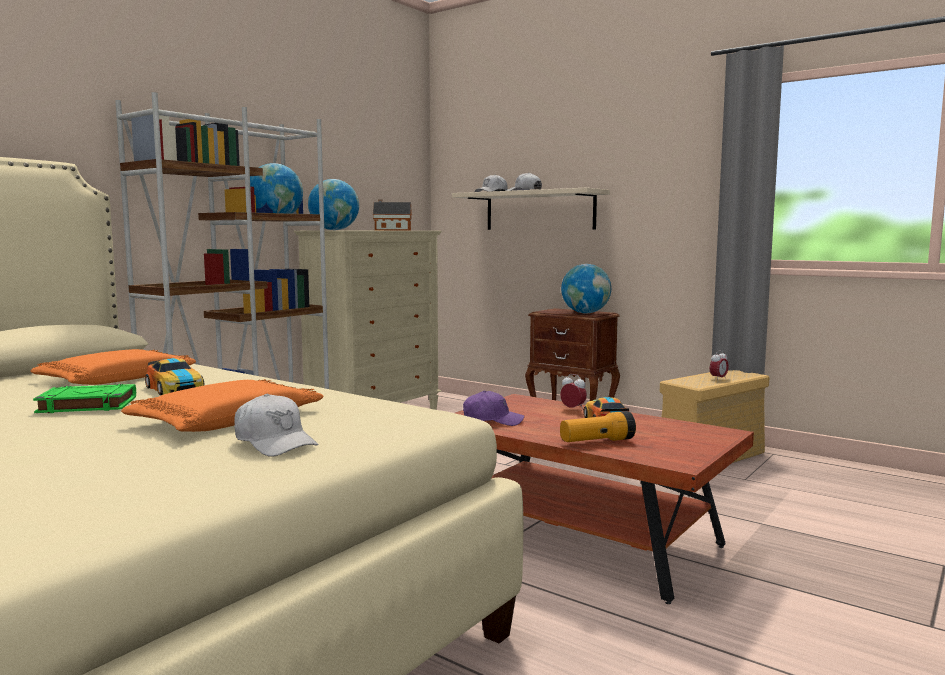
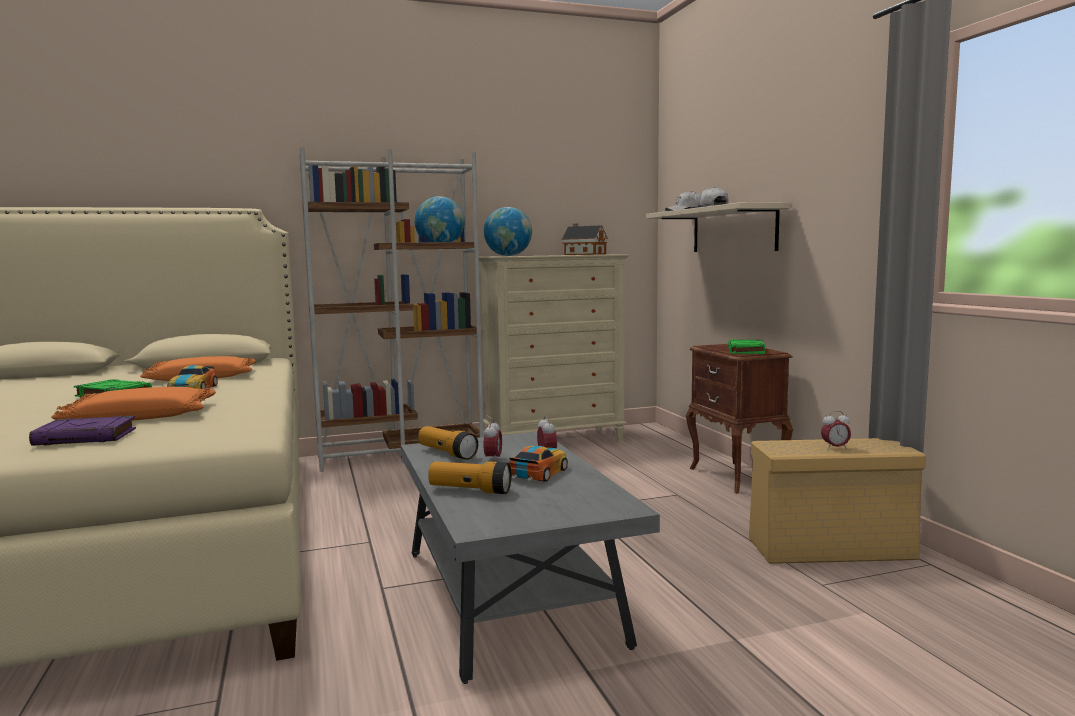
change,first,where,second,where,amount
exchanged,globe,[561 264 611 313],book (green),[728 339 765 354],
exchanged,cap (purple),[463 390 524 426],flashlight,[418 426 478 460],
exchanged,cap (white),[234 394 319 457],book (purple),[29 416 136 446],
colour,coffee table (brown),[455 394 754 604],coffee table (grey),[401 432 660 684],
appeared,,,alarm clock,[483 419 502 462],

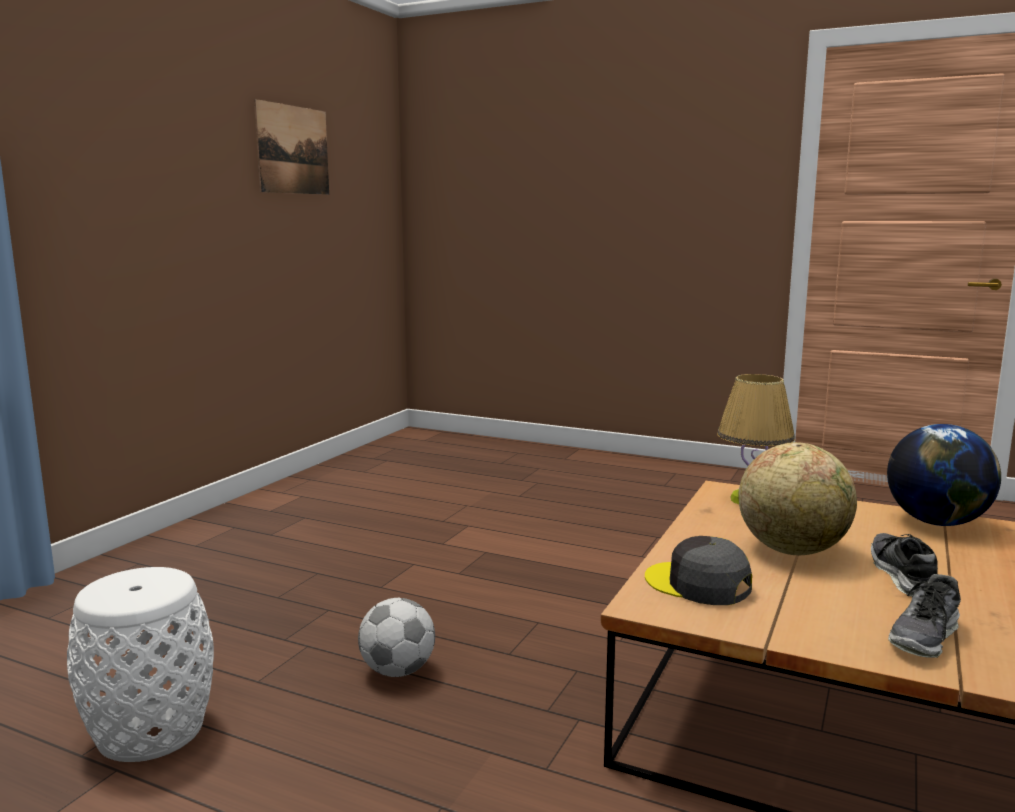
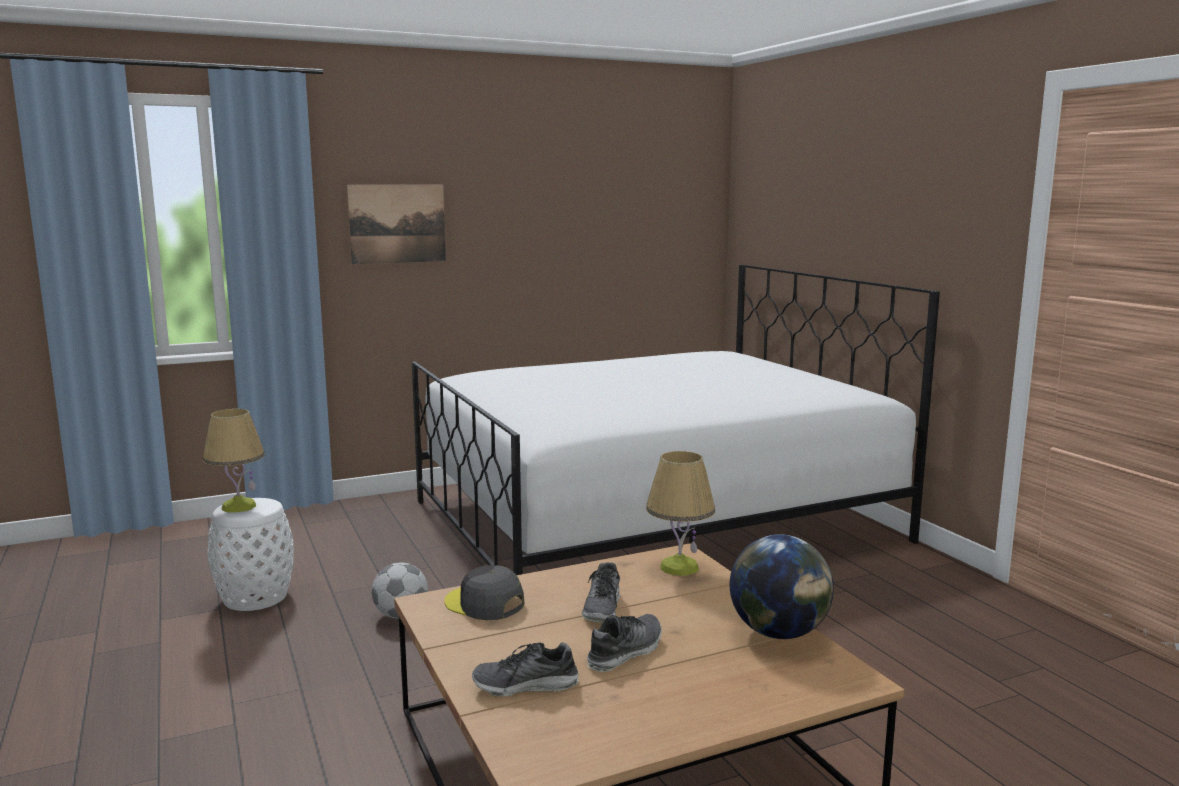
change,first,where,second,where,amount
relocated,picture,[254 99 329 195],,[347 185 446 264],
exchanged,globe,[738 442 857 555],shoe,[582 562 620 623],
spun,cap (grey),[645 536 752 605],,[444 565 525 620],45 degrees counterclockwise
appeared,,,bed (white),[412 265 940 575],
appeared,,,table lamp,[203 409 265 513],

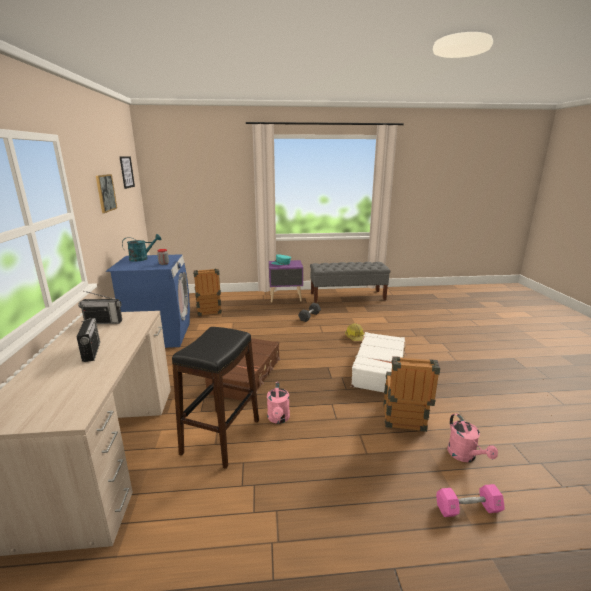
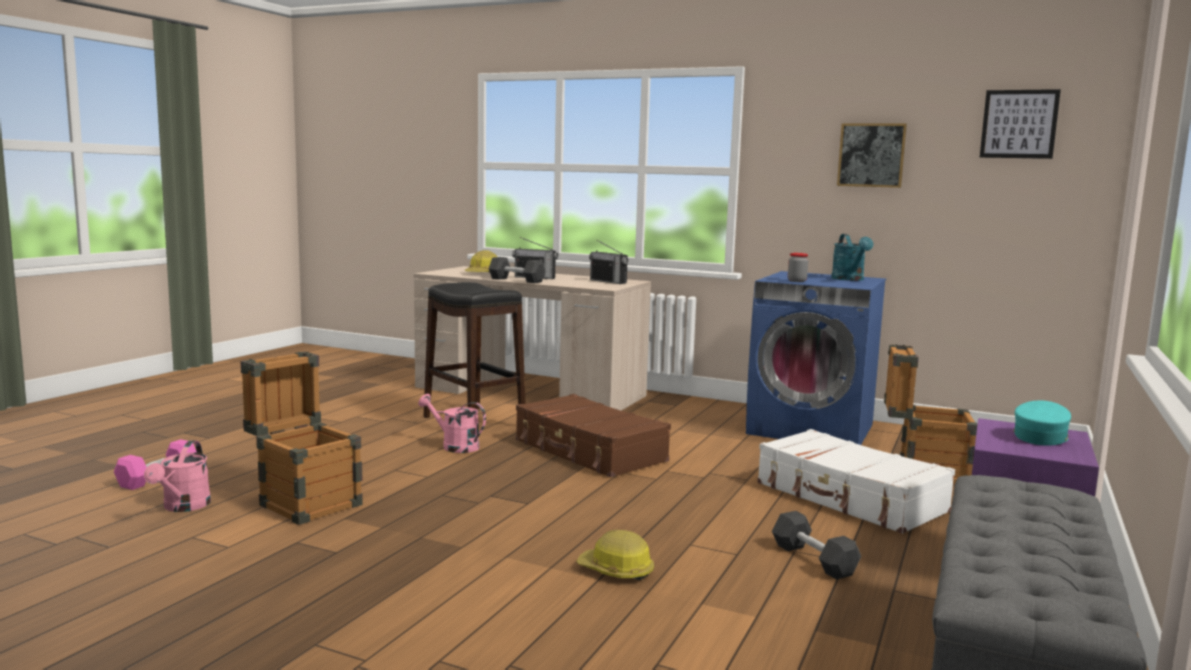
change,first,where,second,where,amount
spun,radio,[78 291 122 324],,[589 240 628 284],75 degrees counterclockwise
relocated,suitcase (white),[351 332 407 392],,[757 429 955 534],
spun,watering can (pink),[447 413 498 462],,[144 440 211 512],105 degrees counterclockwise
appeared,,,hard hat,[465 250 497 272],
appeared,,,dumbbell (black),[489 257 545 283],

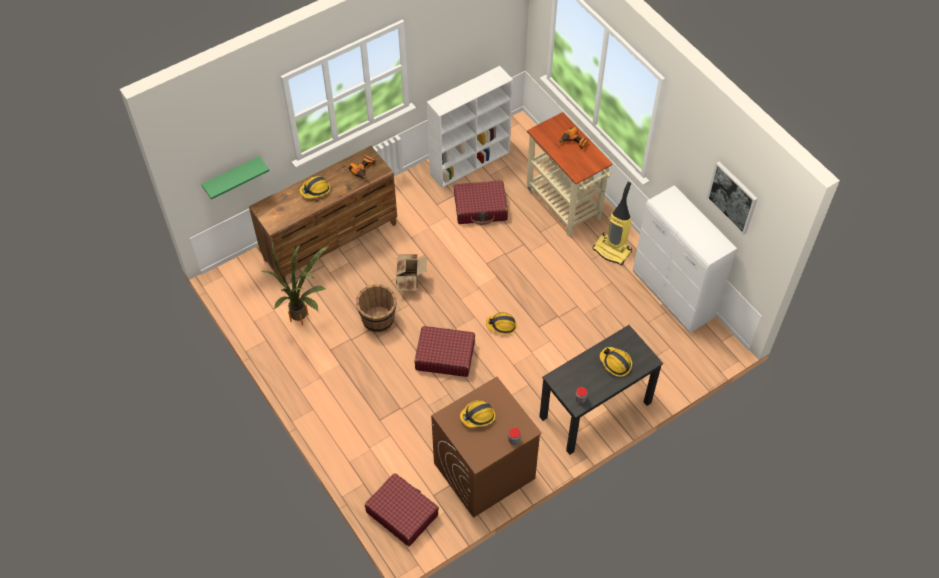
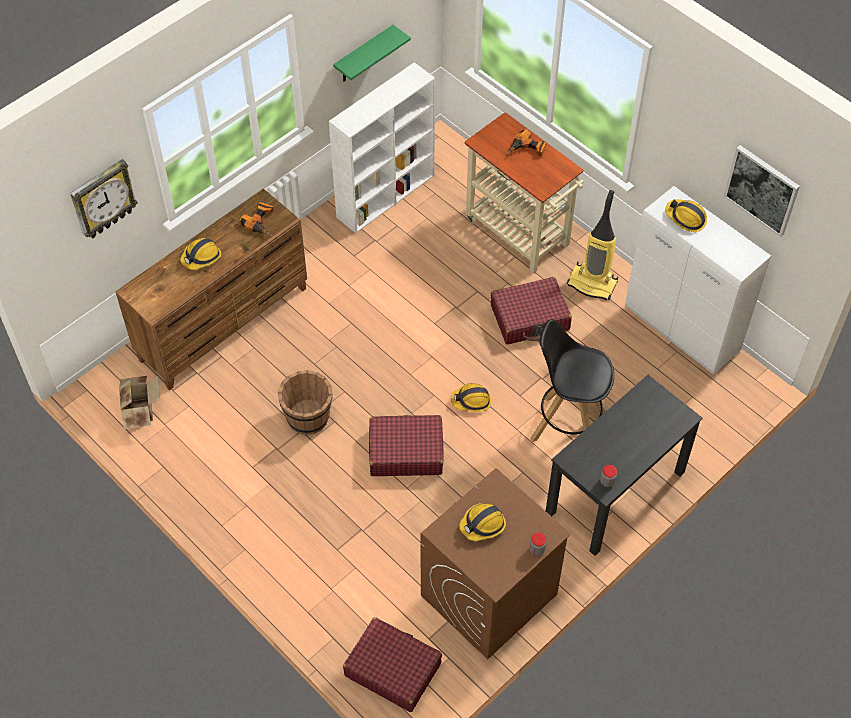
change,first,where,second,where,amount
relocated,shelf (green),[201 156 269 199],,[333 25 411 81],
relocated,suitcase (red),[454 180 508 225],,[491 277 572 344],
missing,potted plant,[262 242 329 326],,,
relocated,cardboard box,[396 255 427 291],,[119 376 160 429],
relocated,hard hat,[600 347 632 377],,[665 199 707 232],
appeared,,,wall clock,[70 159 138 238],
appeared,,,stool (black),[530 319 615 442],

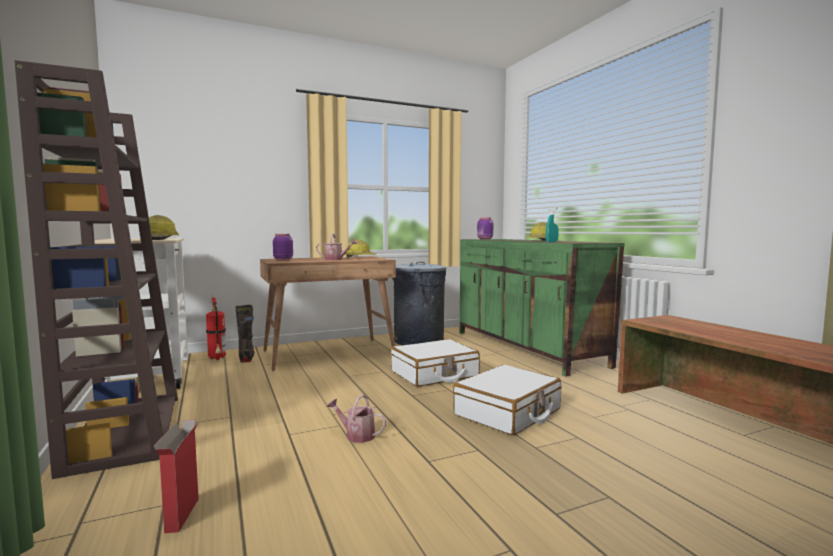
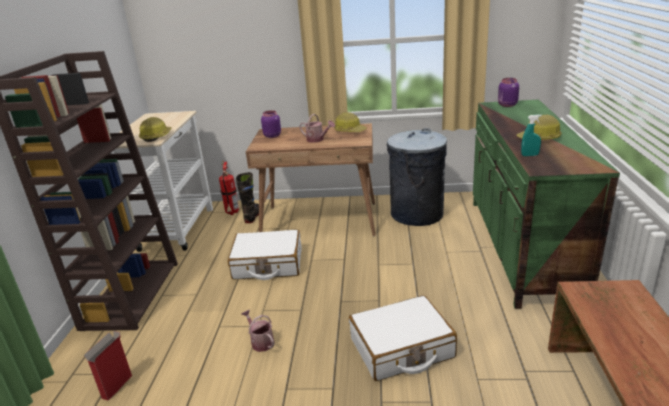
change,first,where,second,where,amount
relocated,suitcase (white),[391 339 480 387],,[228 230 302 280],

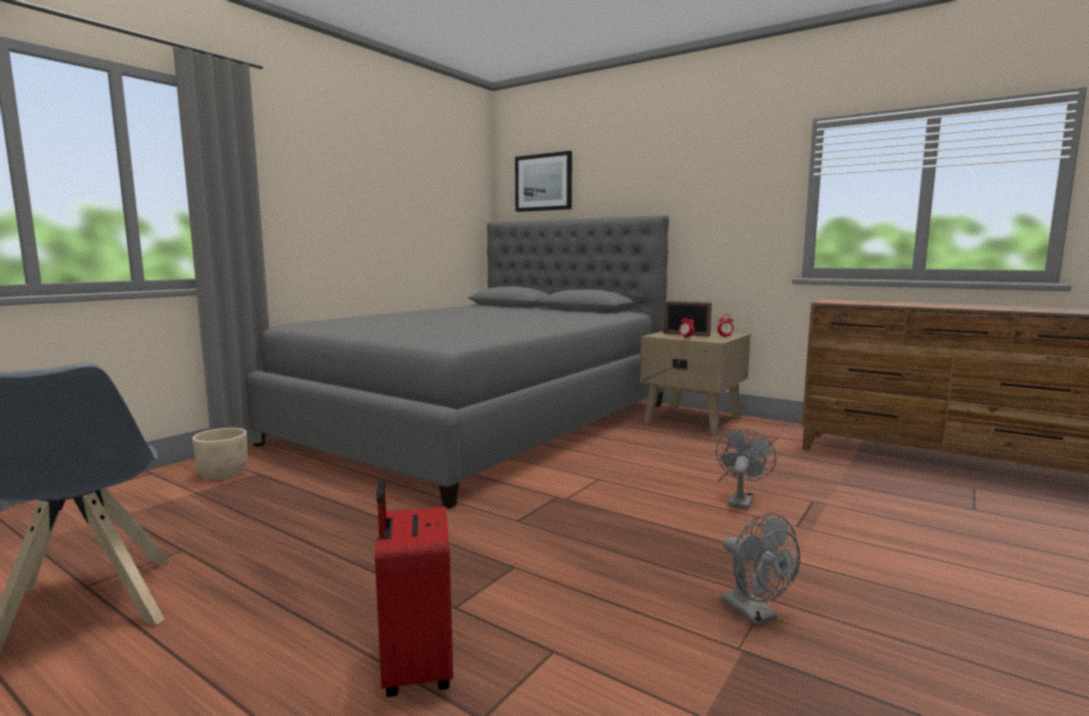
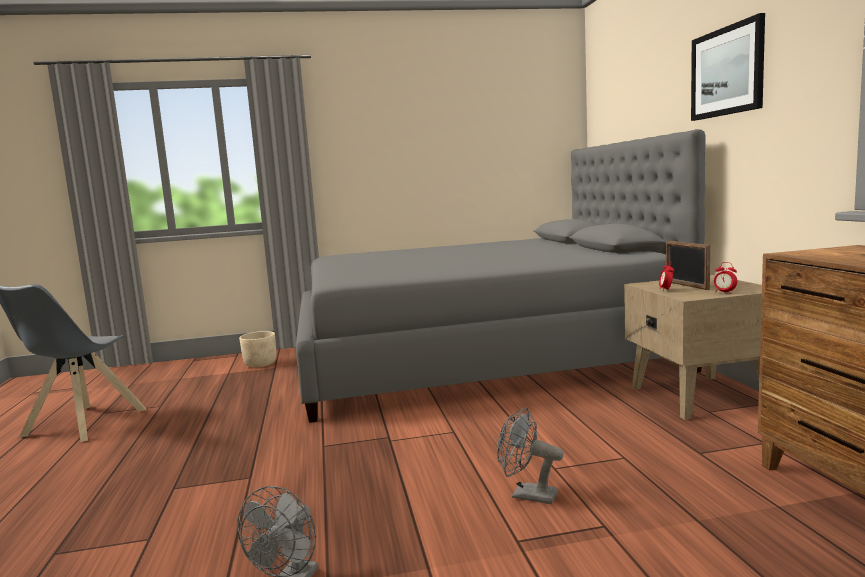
change,first,where,second,where,amount
relocated,picture,[515 151 572 212],,[691 13 765 121],
spun,fan (grey),[716 428 776 510],,[497 407 564 504],135 degrees counterclockwise
missing,suitcase (red),[375 479 453 697],,,

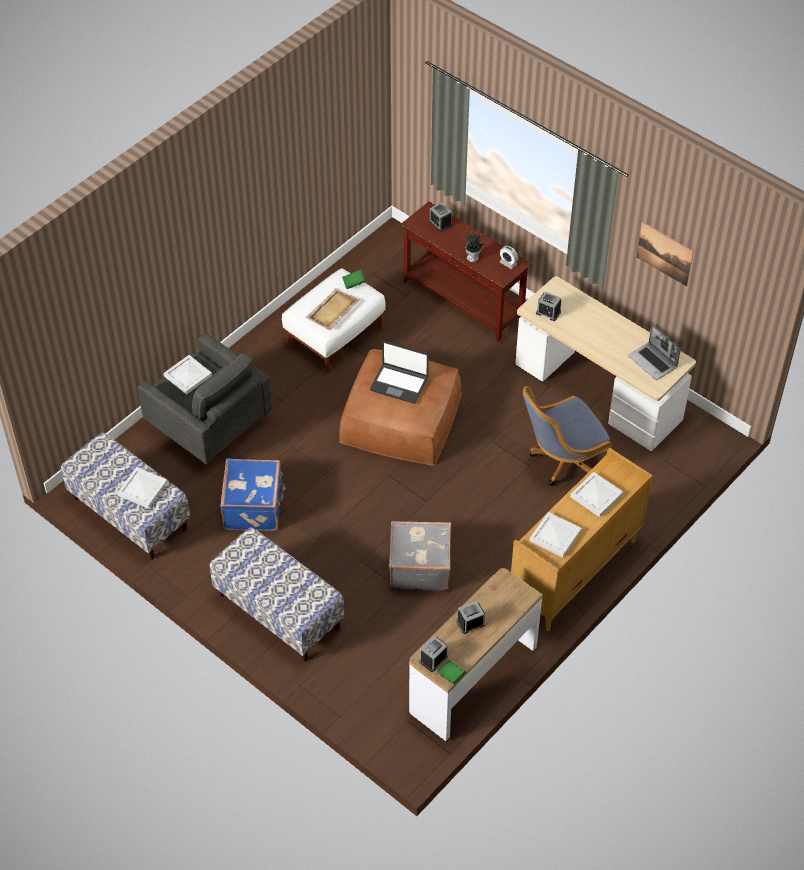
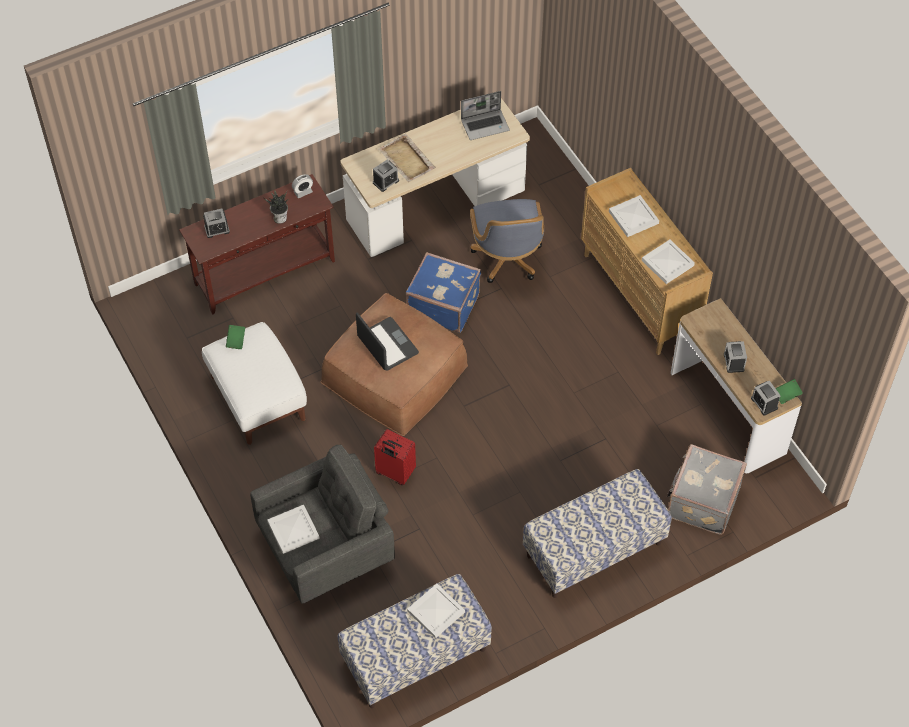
change,first,where,second,where,amount
missing,picture,[637 222 694 287],,,
relocated,tray (beige),[306 288 360 331],,[378 134 436 182],
spun,laptop,[370 341 429 404],,[356 313 419 370],75 degrees counterclockwise
relocated,suitcase (blue),[220 459 286 531],,[406 252 482 333],
relocated,suitcase (grey),[389 521 451 591],,[667 444 747 535],
appeared,,,suitcase (red),[374 429 416 485],

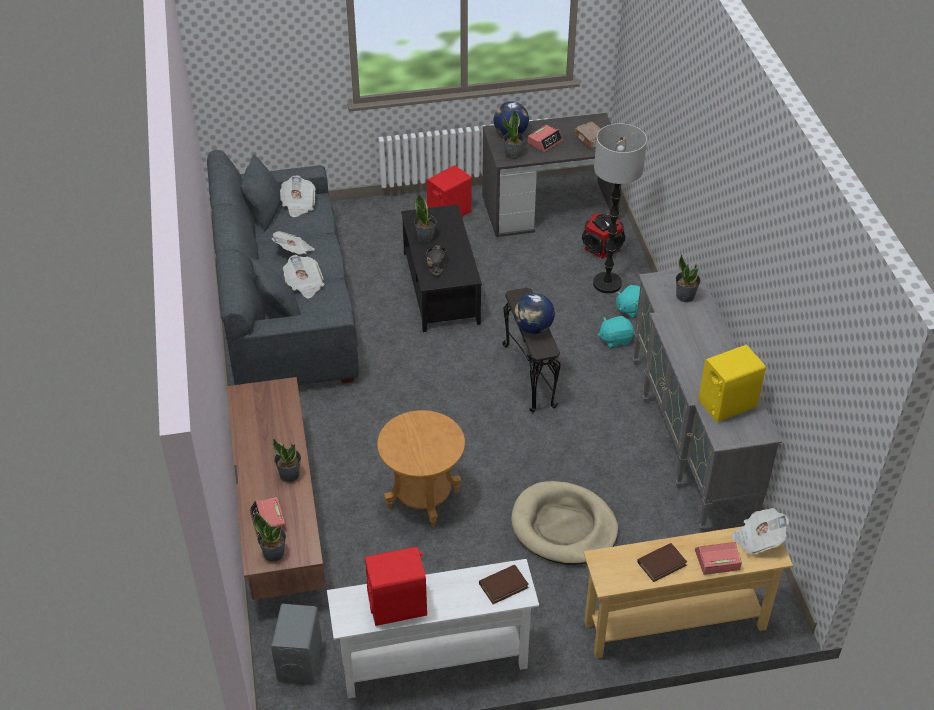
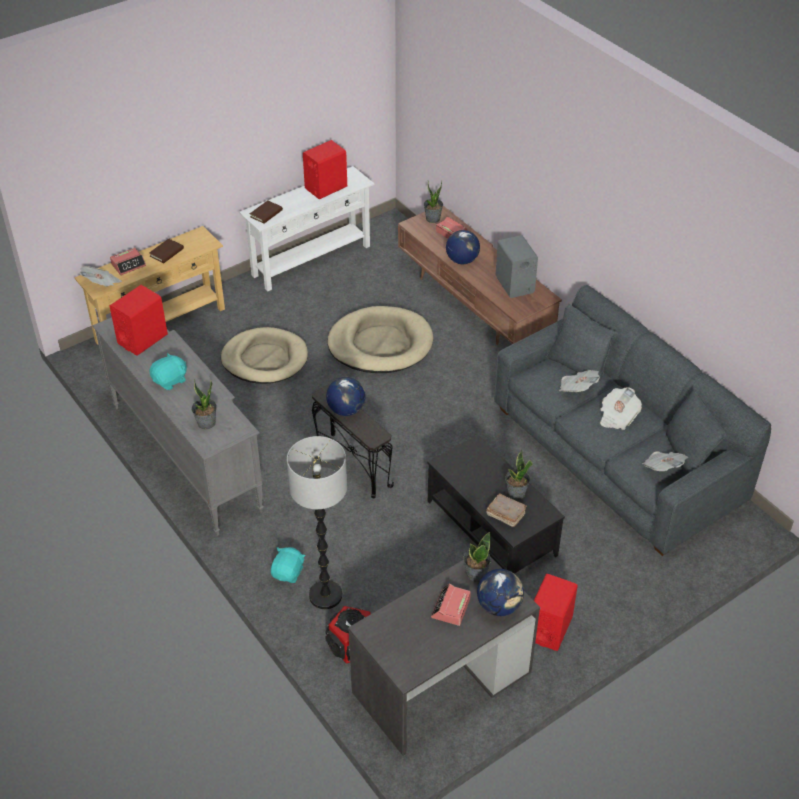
change,first,where,second,where,amount
relocated,book (brown),[575 122 601 149],,[486 493 527 527],
missing,hat (black),[427 245 446 275],,,
relocated,plush toy (turquoise),[598 316 634 348],,[150 352 187 390],
colour,speaker (yellow),[698 345 766 422],speaker (red),[109 285 168 356],
exchanged,side table (brown),[377 410 465 527],dog bed (beige),[328 306 434 373],
exchanged,potted plant,[273 439 301 482],globe,[446 230 480 264],
relocated,speaker (grey),[271 604 322 684],,[495 235 538 298],

